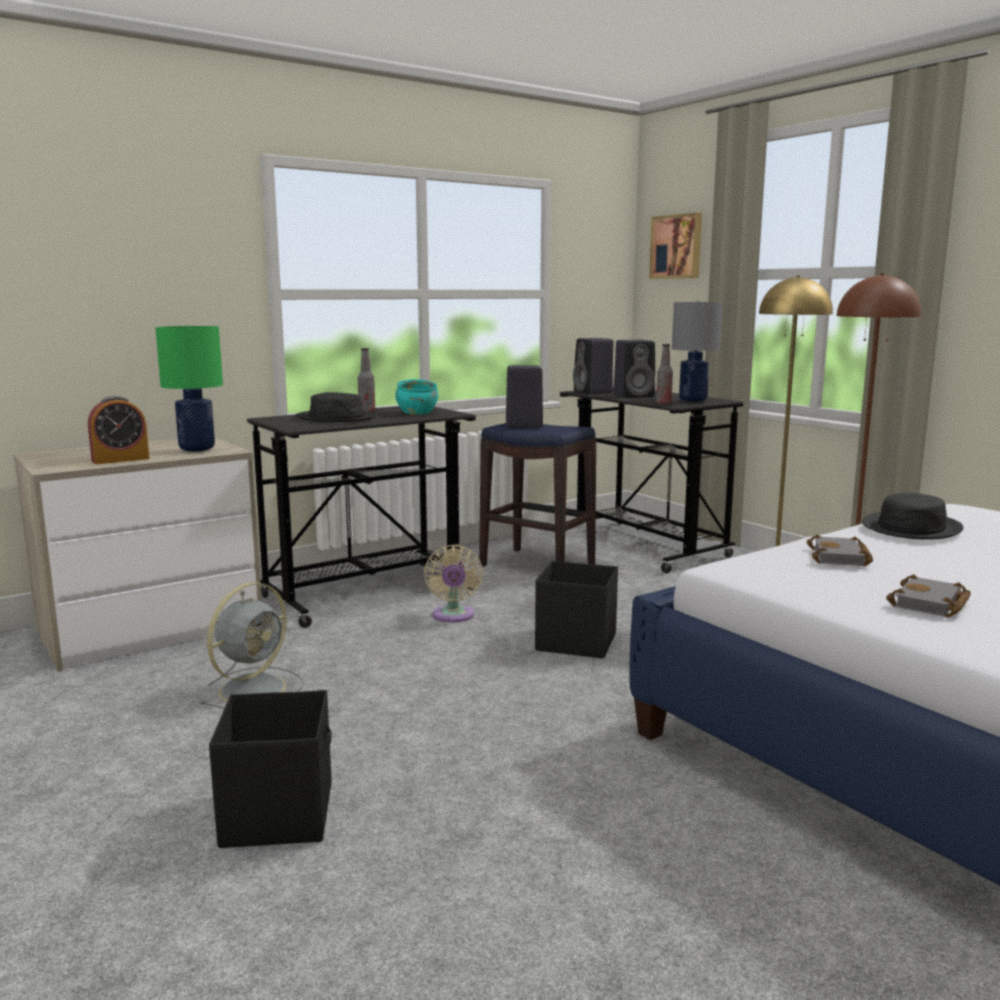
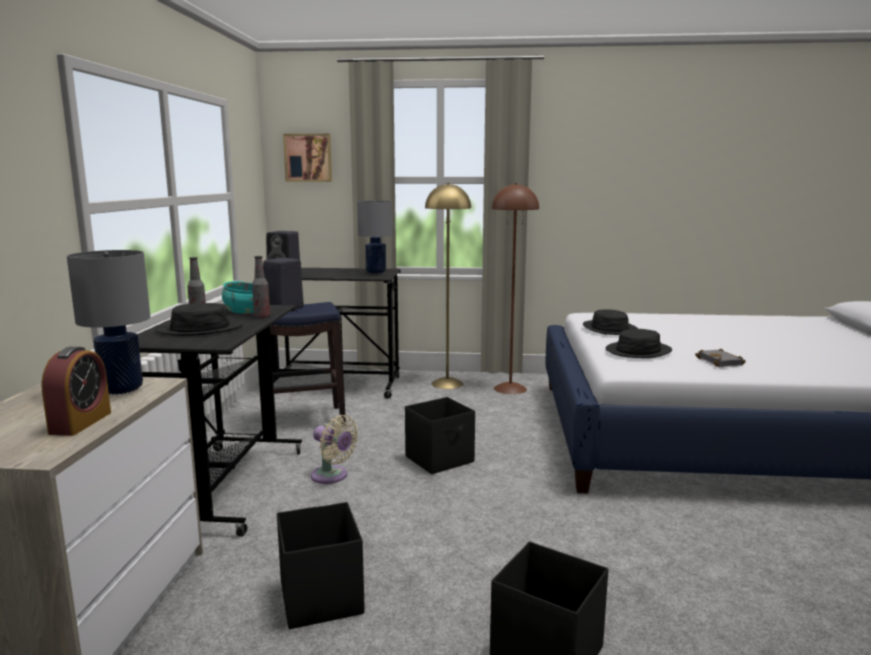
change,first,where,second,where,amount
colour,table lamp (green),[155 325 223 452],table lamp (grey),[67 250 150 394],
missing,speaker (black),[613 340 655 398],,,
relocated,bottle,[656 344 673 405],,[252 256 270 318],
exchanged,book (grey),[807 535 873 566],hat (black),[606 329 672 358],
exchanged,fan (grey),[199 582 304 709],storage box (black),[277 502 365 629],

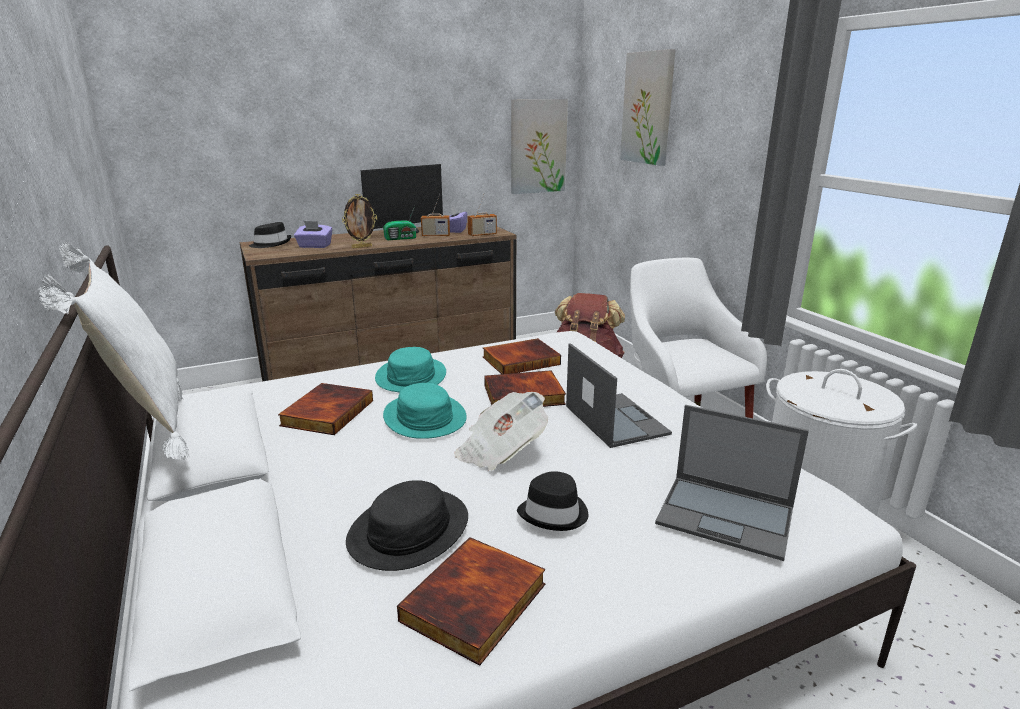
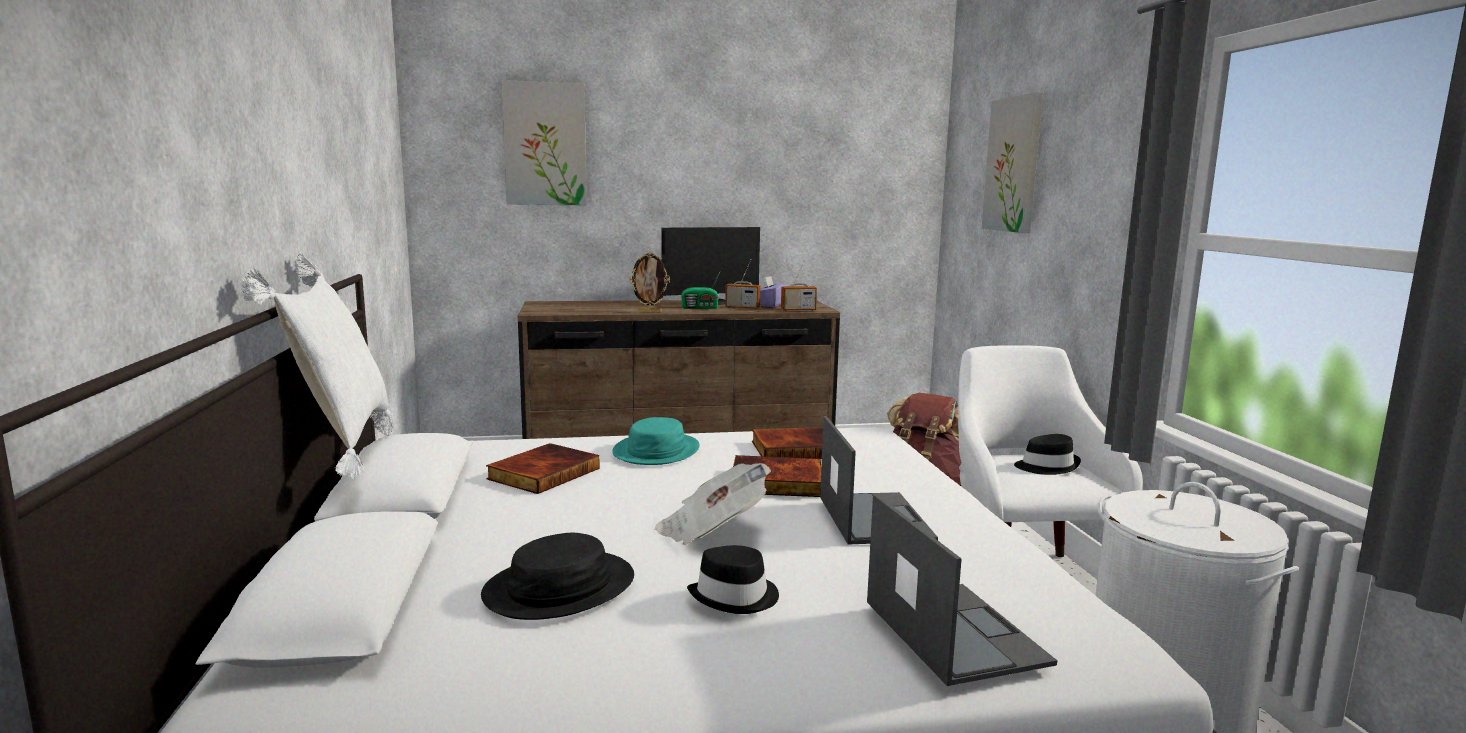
change,first,where,second,where,amount
relocated,picture,[511 99 568 194],,[501 80 587 205],
missing,tissue box (purple),[294 221 333 248],,,
relocated,hat (black),[249 222 291 248],,[1014 434 1081 475],
missing,hat (turquoise),[383 383 467 439],,,
spun,laptop,[655 405 809 561],,[867 494 1057 686],150 degrees counterclockwise
missing,book,[397 537 545 666],,,

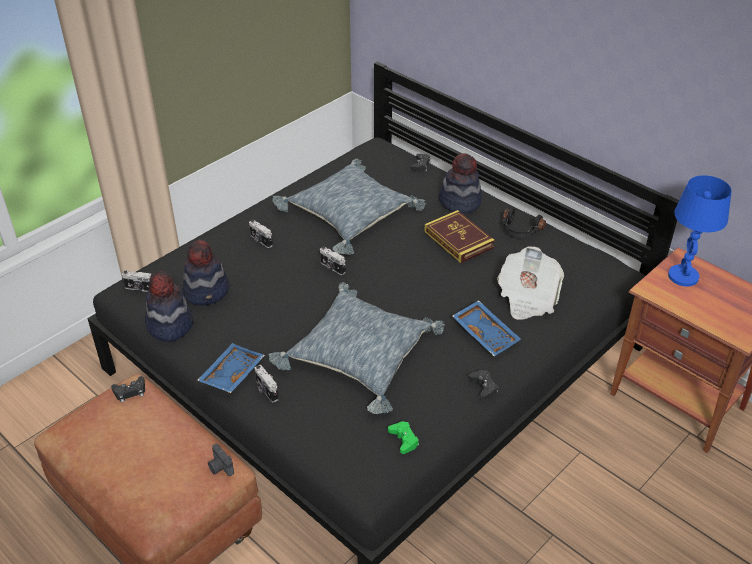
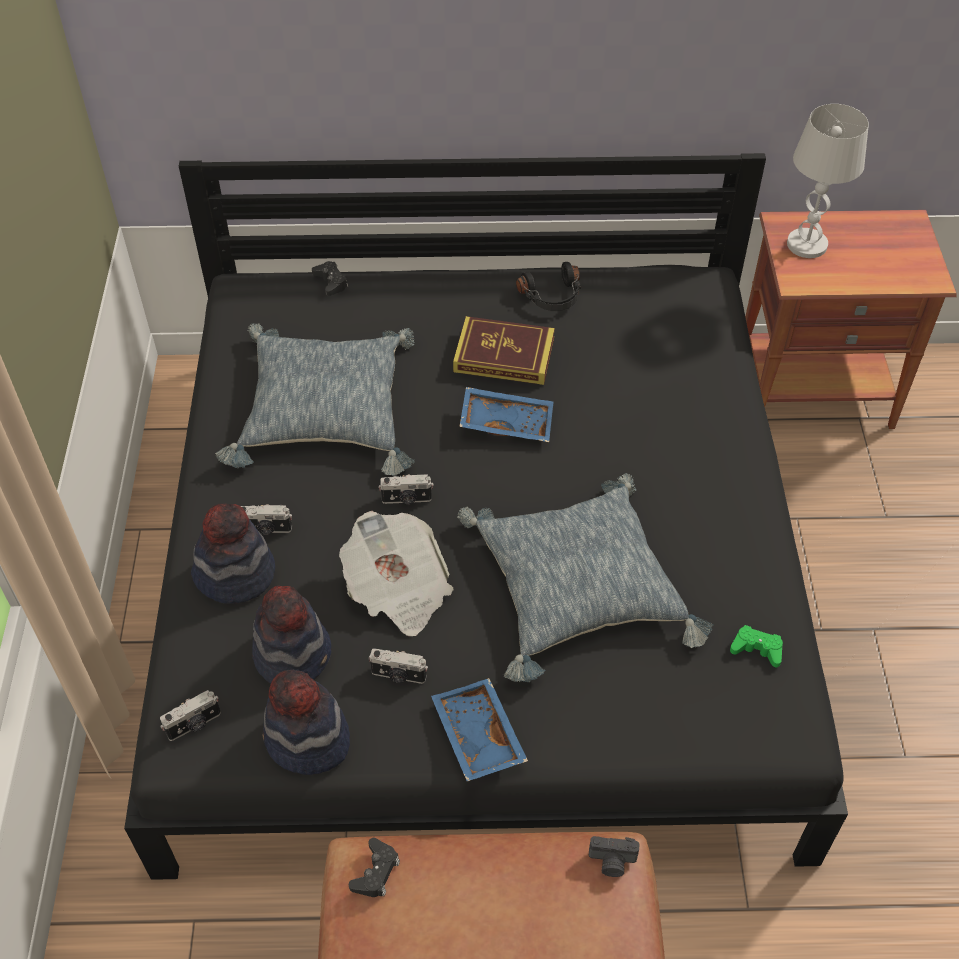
change,first,where,second,where,amount
relocated,hat,[439 153 482 214],,[191 503 275 604],
colour,table lamp (blue),[668 175 732 287],table lamp (white),[787 104 869 258],
relocated,newspaper,[497 246 564 320],,[339 511 454 636],
relocated,tray (blue),[452 300 521 356],,[459 387 554 442],
relocated,photo camera,[254 365 279 403],,[369 648 428 684],
missing,game controller (black),[468 370 498 400],,,

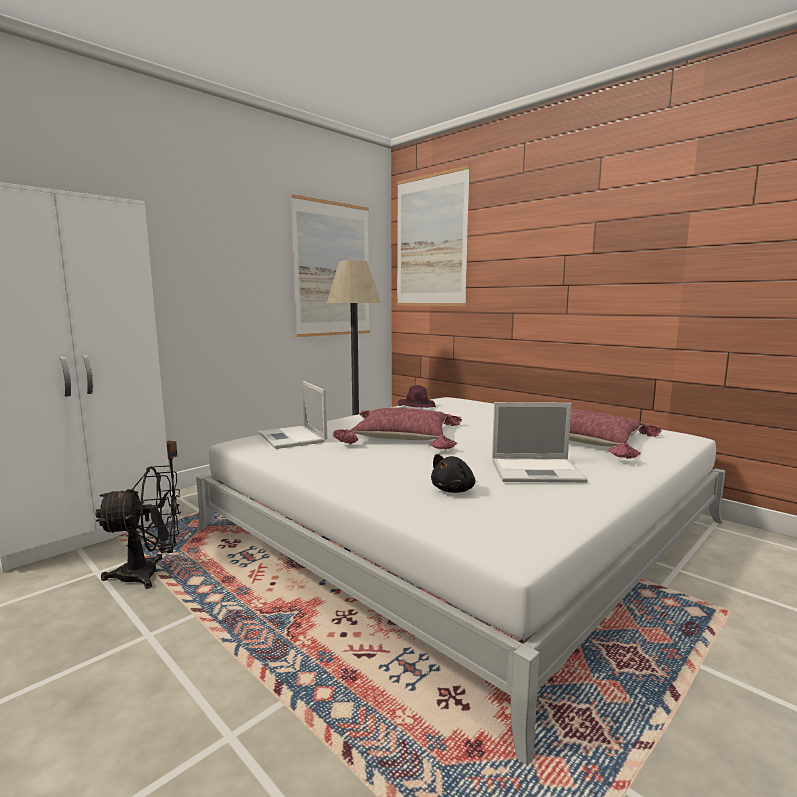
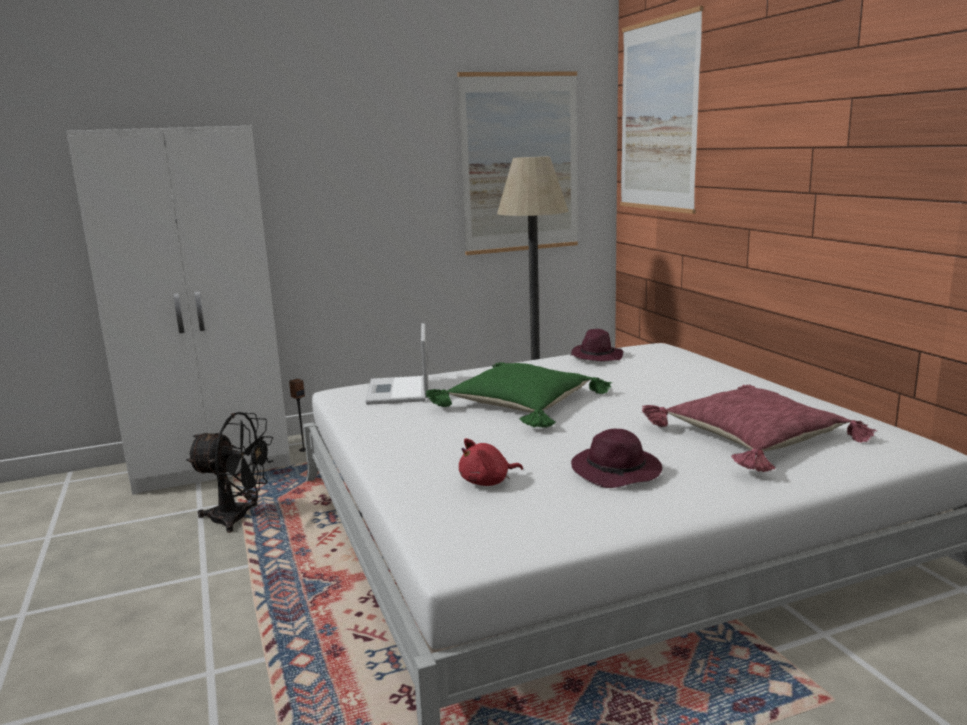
change,first,where,second,where,amount
exchanged,laptop,[492 402 588 483],hat (purple),[571 429 662 488],
colour,pillow (red),[332 407 462 450],pillow (green),[426 362 613 428],
colour,plush toy (black),[431 454 475 493],plush toy (red),[459 438 523 486],

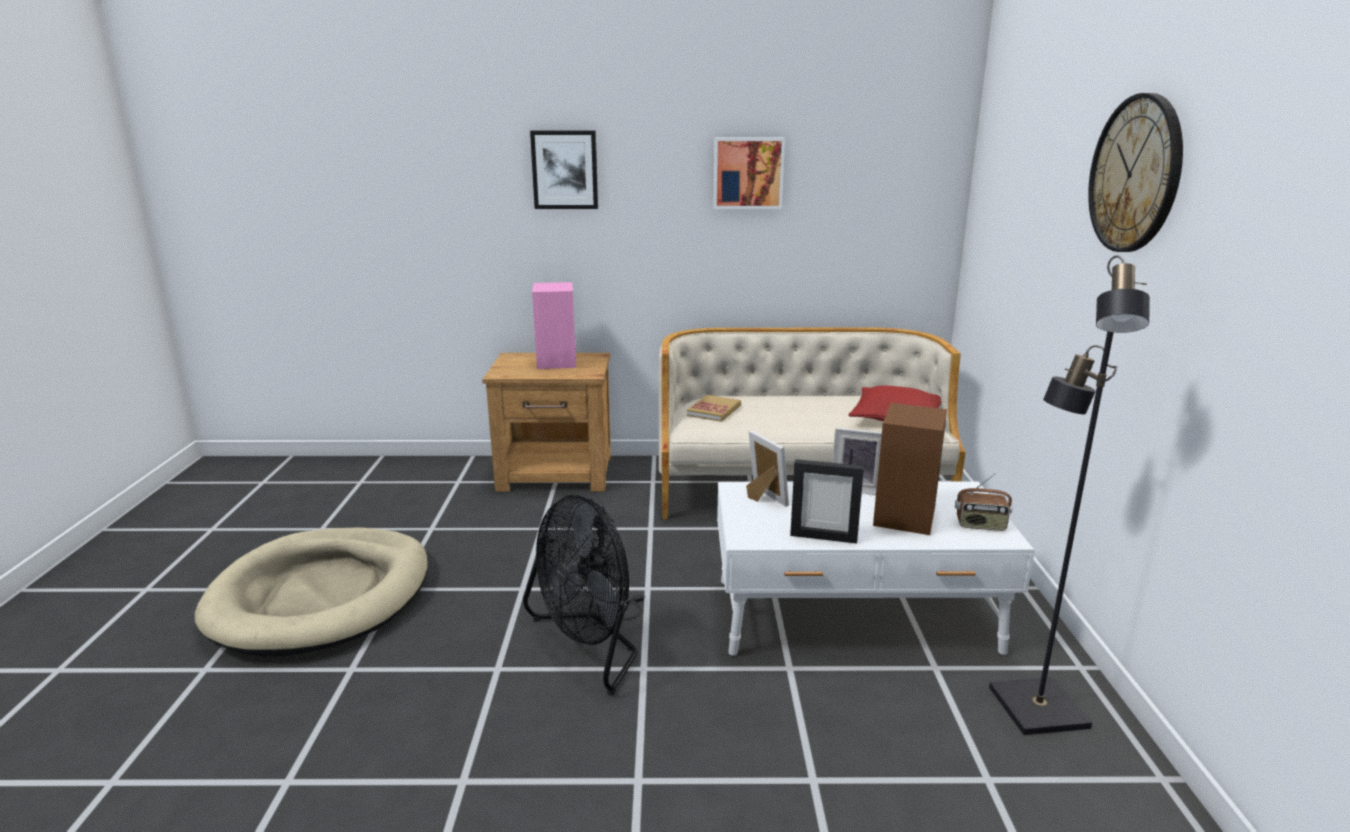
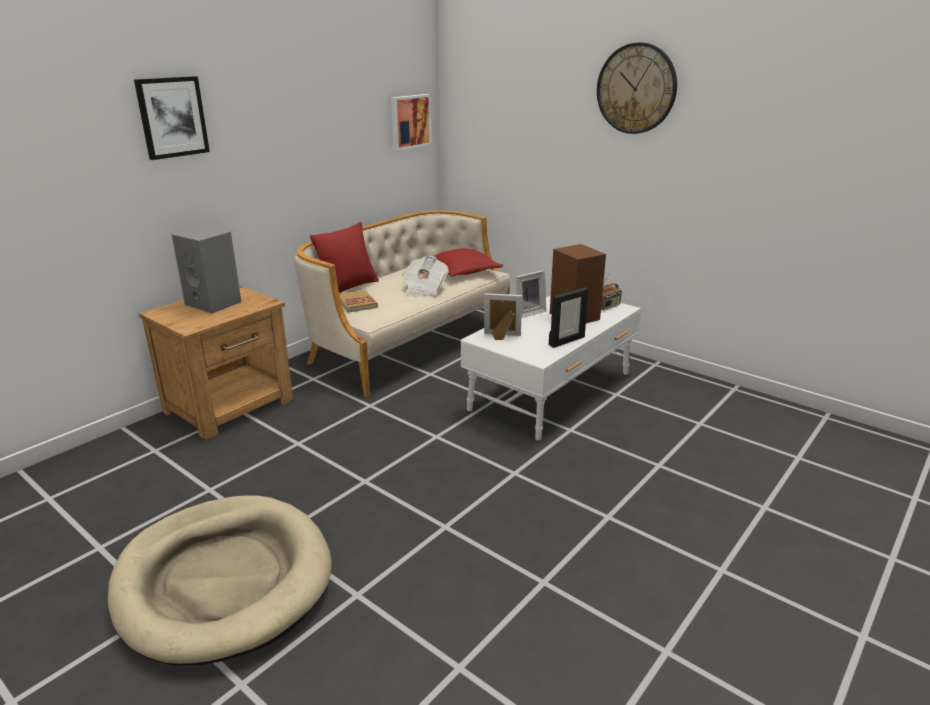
change,first,where,second,where,amount
relocated,picture,[713 138 785 209],,[391 94 432 151],
missing,floor lamp (black),[989 255 1150 735],,,
colour,speaker (pink),[532 282 576 369],speaker (grey),[171 226 241 314],
missing,fan (black),[523 495 646 696],,,
appeared,,,pillow (red),[310 222 379 293],
appeared,,,newspaper,[402 256 449 297],

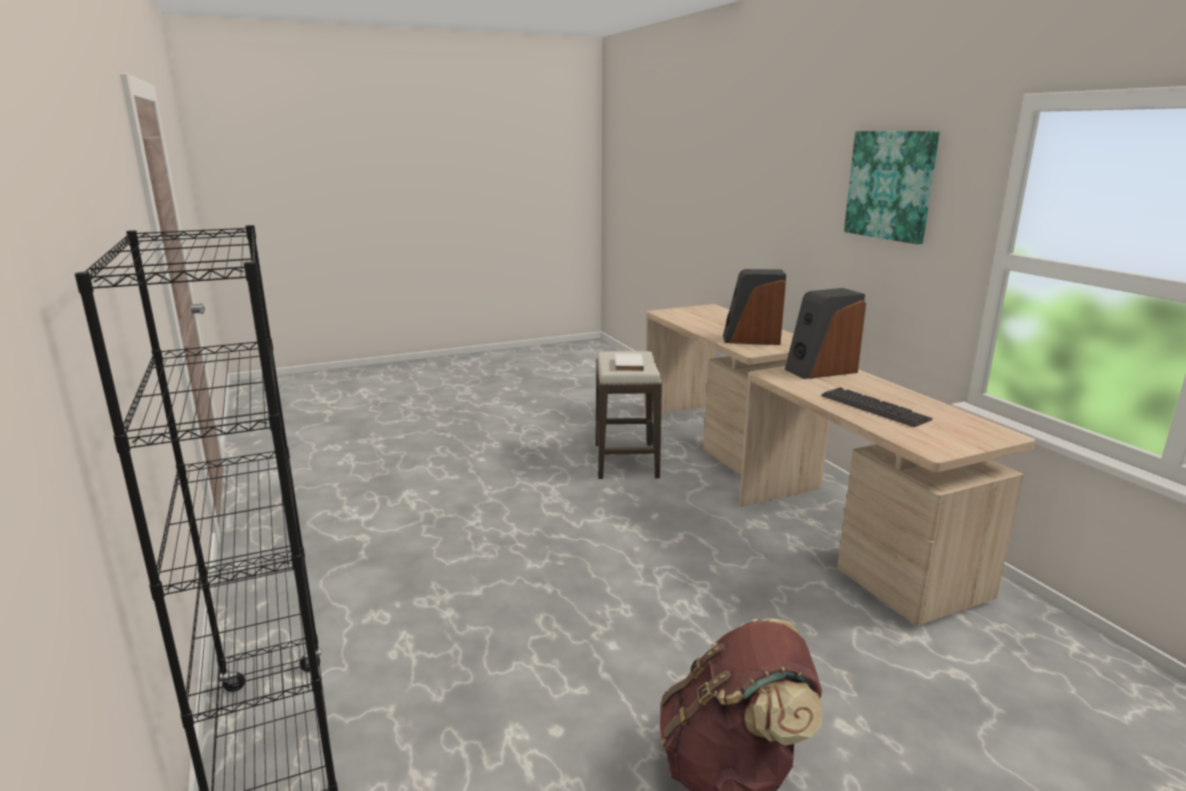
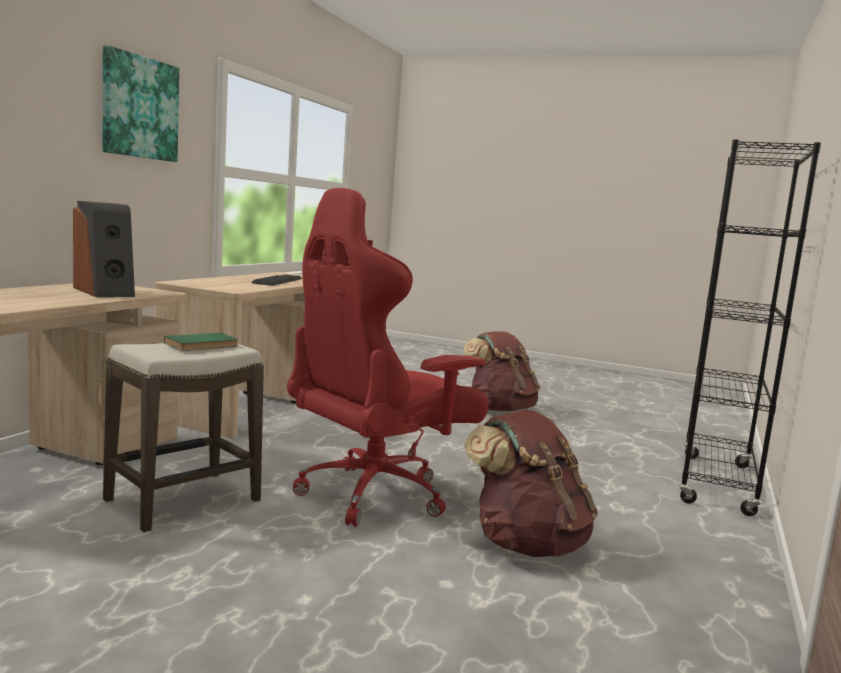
change,first,where,second,where,amount
missing,speaker,[785 288 866 379],,,
colour,book (white),[615 354 644 371],book (green),[164 333 238 351],
appeared,,,office chair (red),[287 188 489 527],
appeared,,,backpack (brown),[464 410 598 557],

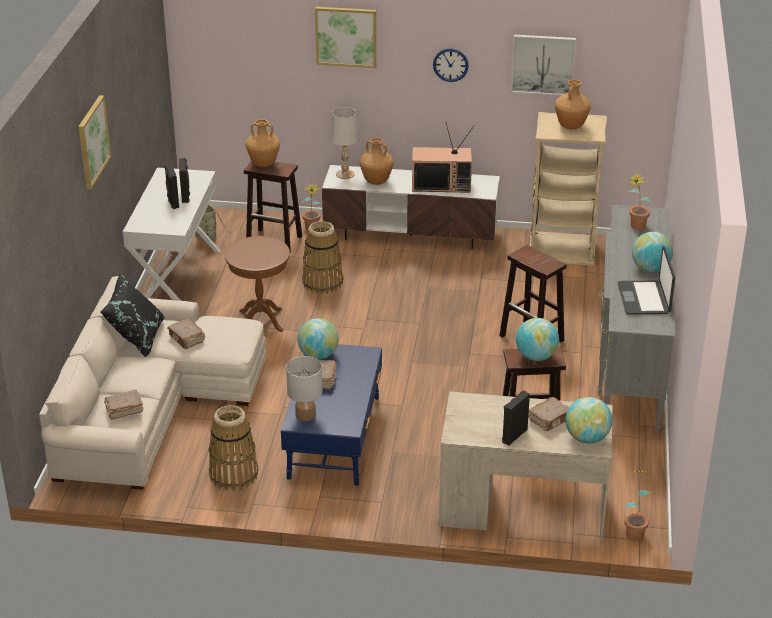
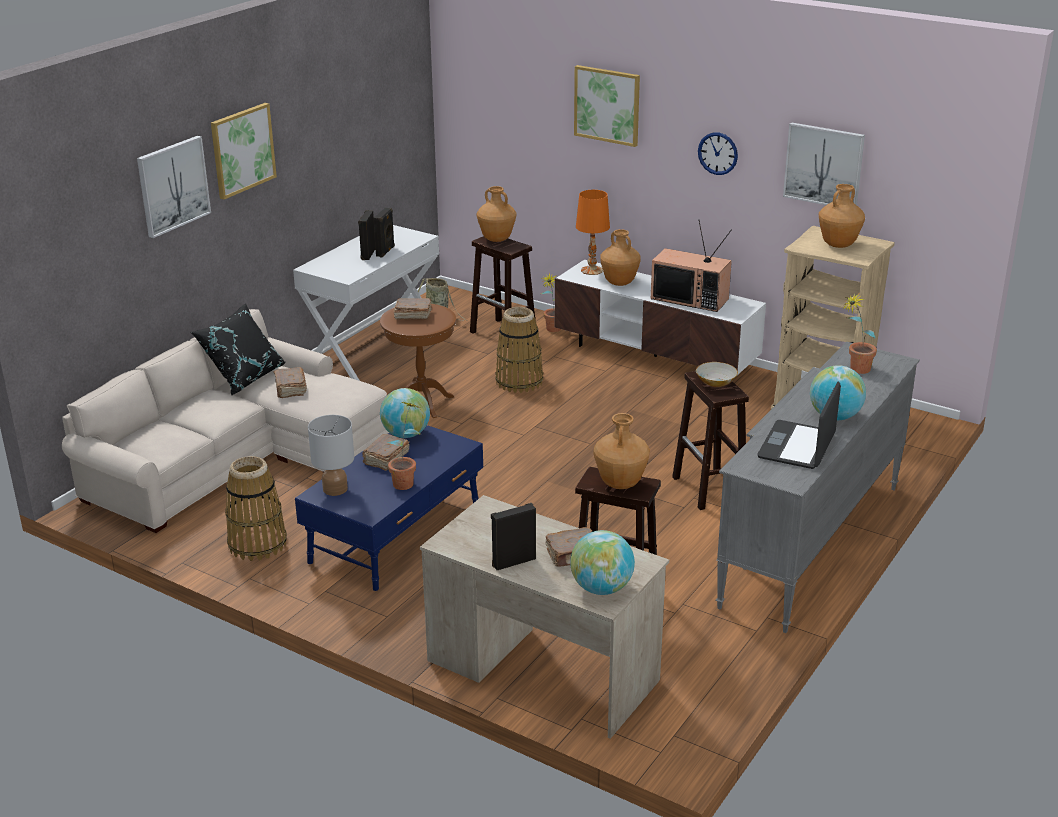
change,first,where,second,where,amount
colour,table lamp (white),[330 107 359 179],table lamp (orange),[576 190 610 275],
exchanged,globe,[516 318 559 361],vase (brown),[593 413 650 489],
relocated,book (brown),[104 390 143 420],,[394 298 432 320],
relocated,potted plant,[624 470 652 541],,[387 402 421 490],
appeared,,,picture,[137 136 211 238],
appeared,,,bowl,[696 362 738 387],

